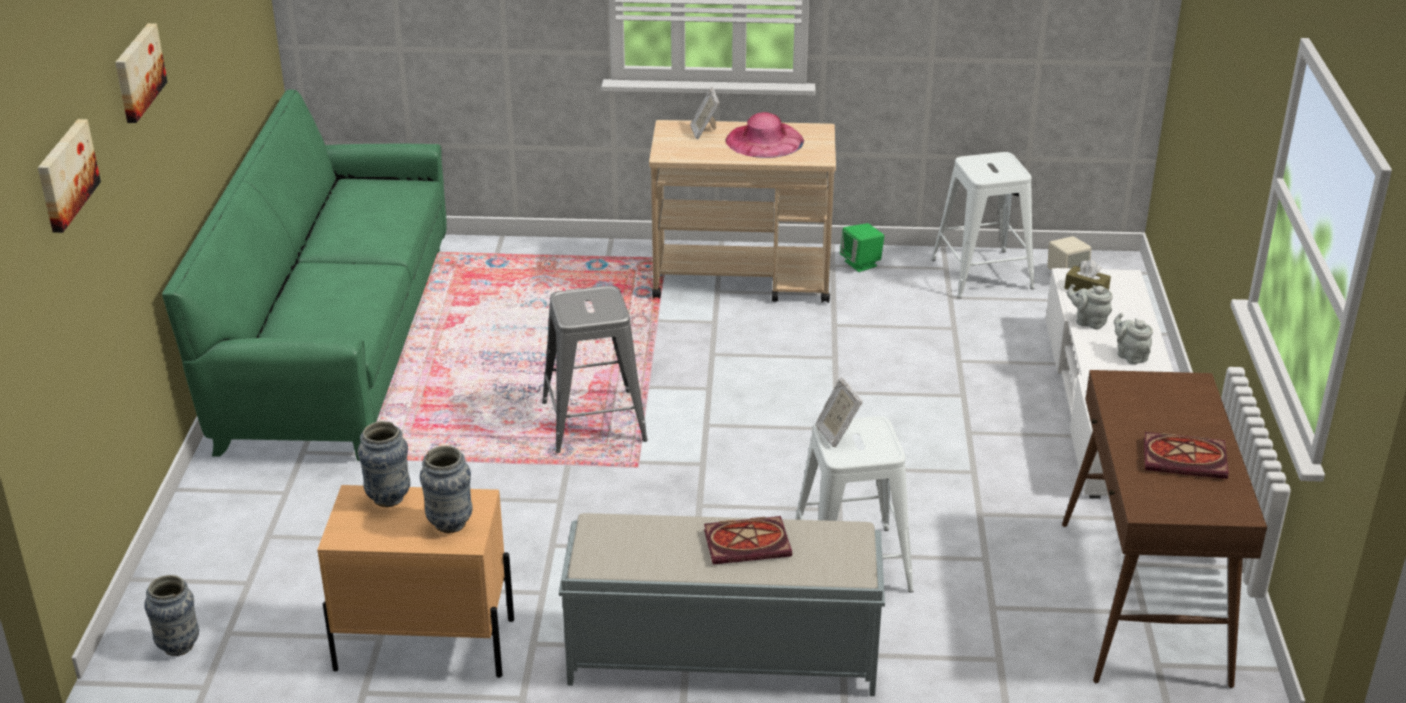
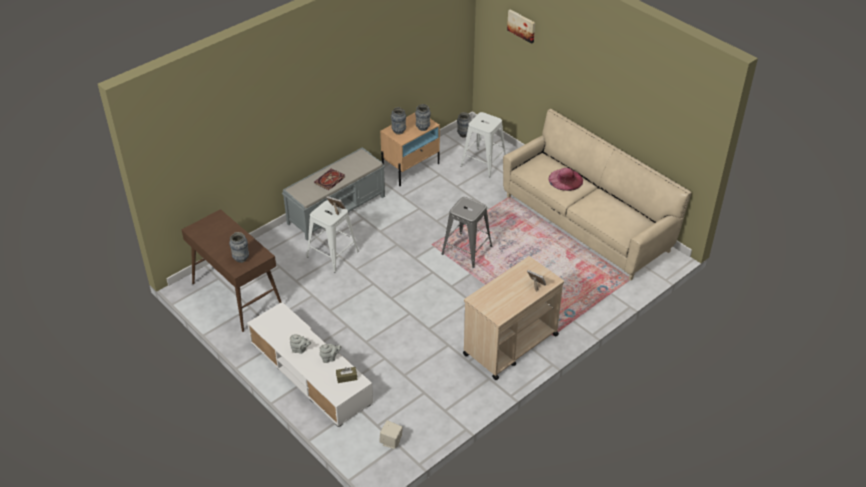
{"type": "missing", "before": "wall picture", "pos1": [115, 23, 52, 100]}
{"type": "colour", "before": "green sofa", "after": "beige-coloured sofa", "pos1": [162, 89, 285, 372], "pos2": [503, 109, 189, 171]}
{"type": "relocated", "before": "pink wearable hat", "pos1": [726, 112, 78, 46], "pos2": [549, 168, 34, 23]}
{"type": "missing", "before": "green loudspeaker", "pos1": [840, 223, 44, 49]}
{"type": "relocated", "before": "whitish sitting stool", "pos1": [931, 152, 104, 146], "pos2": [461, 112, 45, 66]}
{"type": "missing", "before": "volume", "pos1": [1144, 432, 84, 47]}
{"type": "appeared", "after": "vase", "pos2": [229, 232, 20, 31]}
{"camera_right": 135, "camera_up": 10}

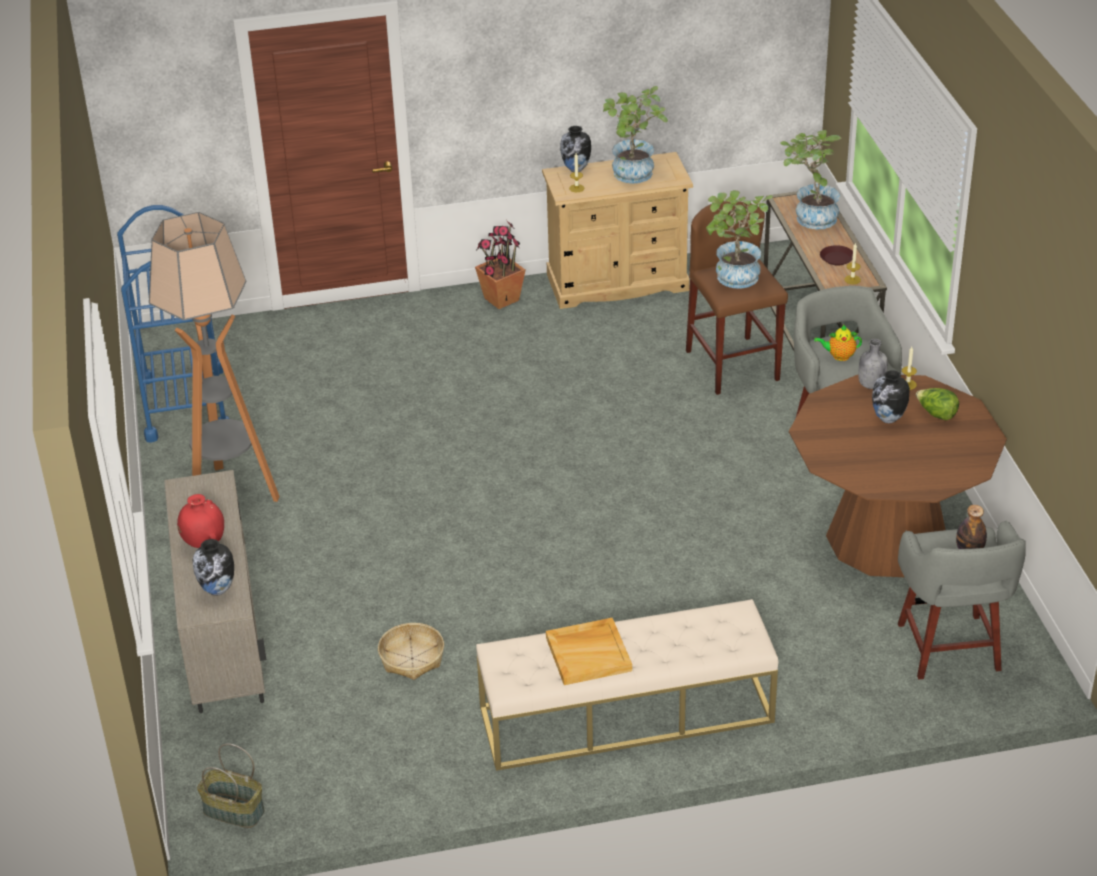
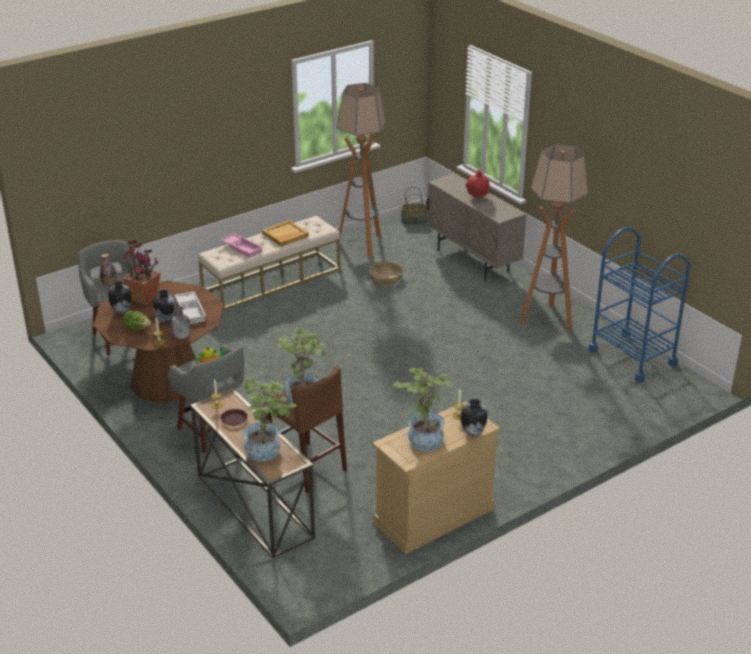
{"type": "relocated", "before": "vase", "pos1": [193, 539, 41, 56], "pos2": [108, 281, 23, 33]}
{"type": "relocated", "before": "plant in a pot", "pos1": [475, 220, 51, 89], "pos2": [123, 240, 38, 65]}
{"type": "appeared", "after": "whitish carrying tray", "pos2": [175, 291, 31, 33]}
{"type": "appeared", "after": "pink carrying tray", "pos2": [220, 233, 42, 25]}
{"type": "appeared", "after": "floor lamp", "pos2": [336, 83, 50, 175]}
{"camera_right": 155, "camera_up": -5}

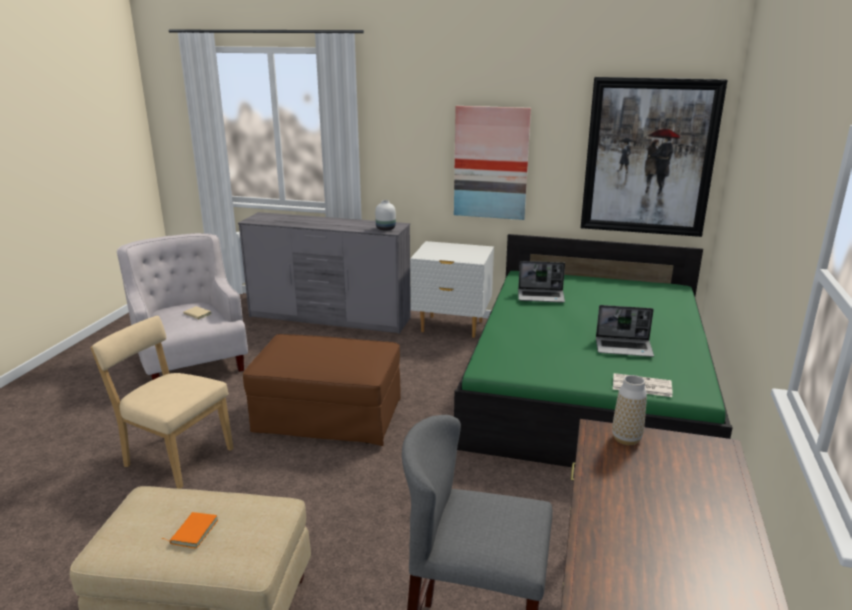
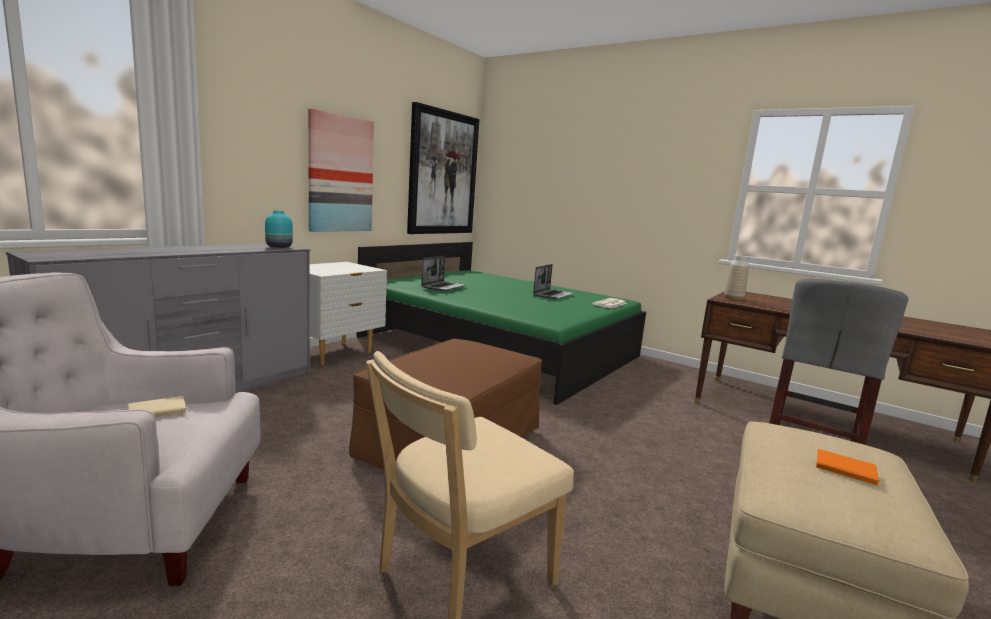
{"type": "colour", "before": "whitish vase", "after": "turquoise-coloured vase", "pos1": [375, 200, 21, 31], "pos2": [265, 210, 28, 38]}
{"camera_right": -70, "camera_up": -10}

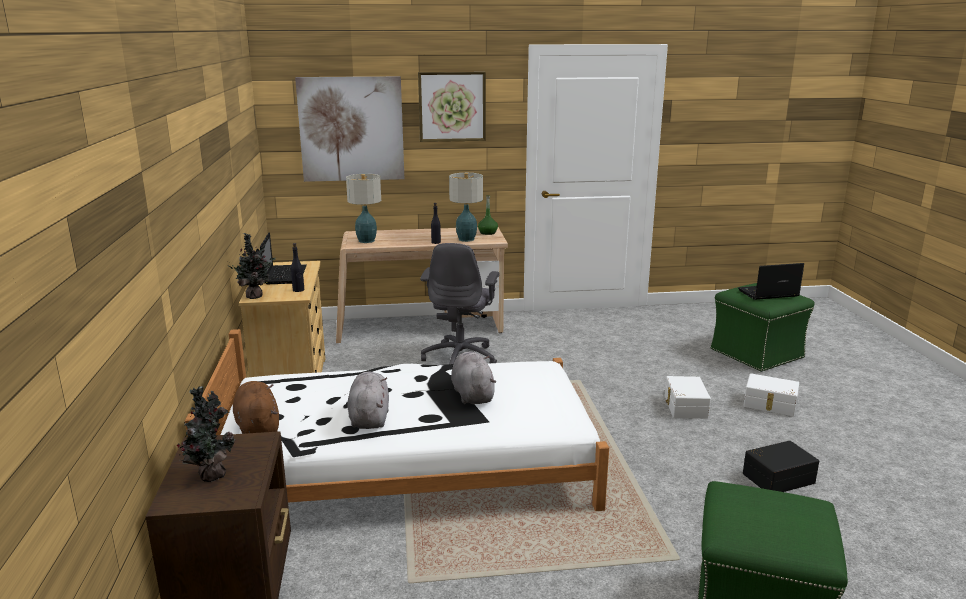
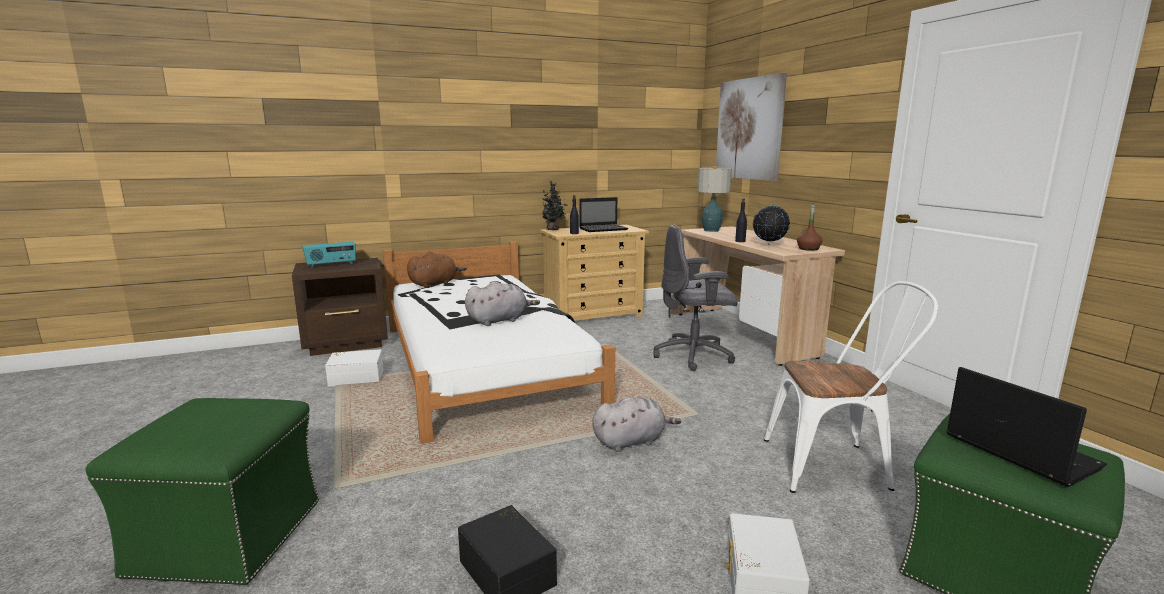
{"type": "exchanged", "before": "plant in a pot", "after": "radio set", "pos1": [177, 386, 58, 96], "pos2": [302, 242, 54, 26]}
{"type": "relocated", "before": "grey soft toy", "pos1": [348, 372, 41, 57], "pos2": [592, 397, 89, 55]}
{"type": "missing", "before": "wall picture", "pos1": [418, 72, 68, 70]}
{"type": "exchanged", "before": "table lamp", "after": "desk globe", "pos1": [449, 173, 34, 69], "pos2": [753, 201, 37, 45]}
{"type": "colour", "before": "green bottle", "after": "brownish bottle", "pos1": [478, 195, 20, 40], "pos2": [797, 203, 26, 48]}
{"type": "relocated", "before": "whitish storage container", "pos1": [664, 376, 47, 43], "pos2": [325, 349, 59, 38]}
{"type": "appeared", "after": "whitish plain chair", "pos2": [764, 281, 174, 212]}
{"camera_right": 75, "camera_up": -5}

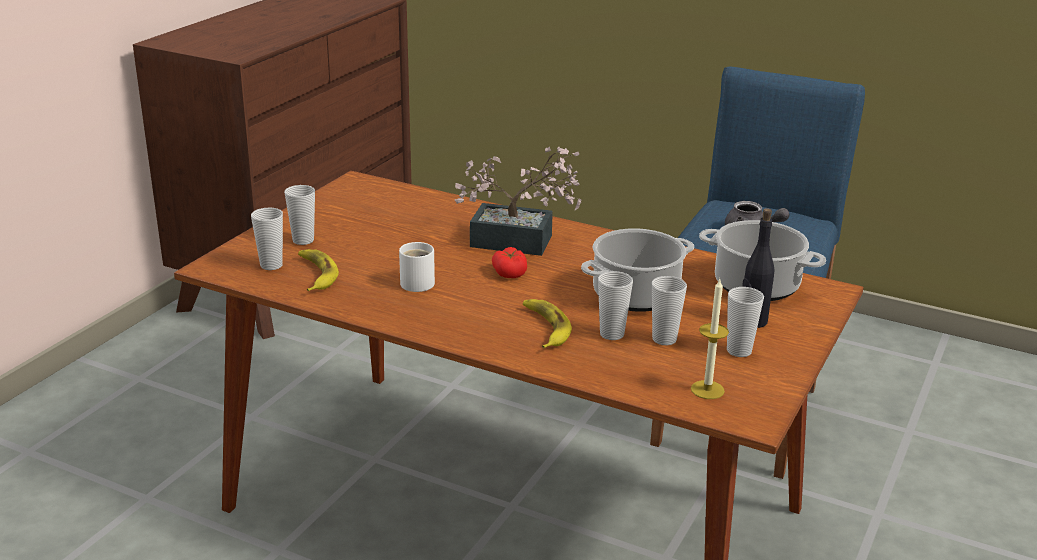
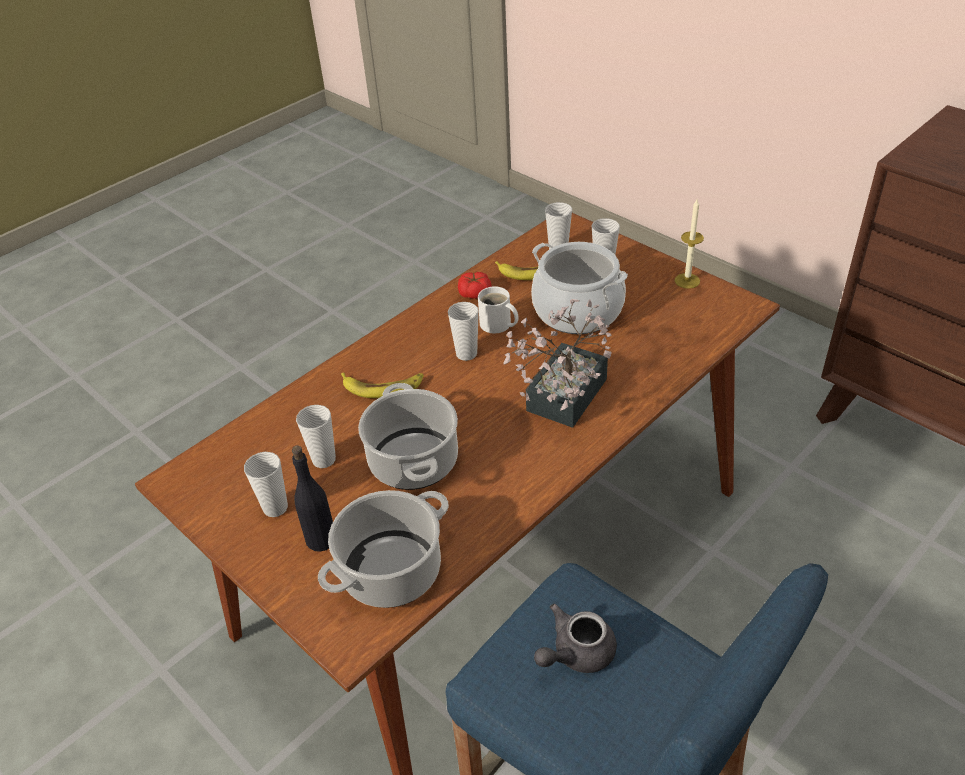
{"type": "relocated", "before": "tomato", "pos1": [492, 247, 35, 31], "pos2": [458, 272, 34, 27]}
{"type": "relocated", "before": "cup", "pos1": [598, 271, 35, 69], "pos2": [448, 302, 31, 59]}
{"type": "relocated", "before": "candle", "pos1": [691, 279, 38, 120], "pos2": [674, 199, 30, 90]}
{"type": "appeared", "after": "stockpot", "pos2": [531, 242, 97, 92]}
{"camera_right": 110, "camera_up": 15}

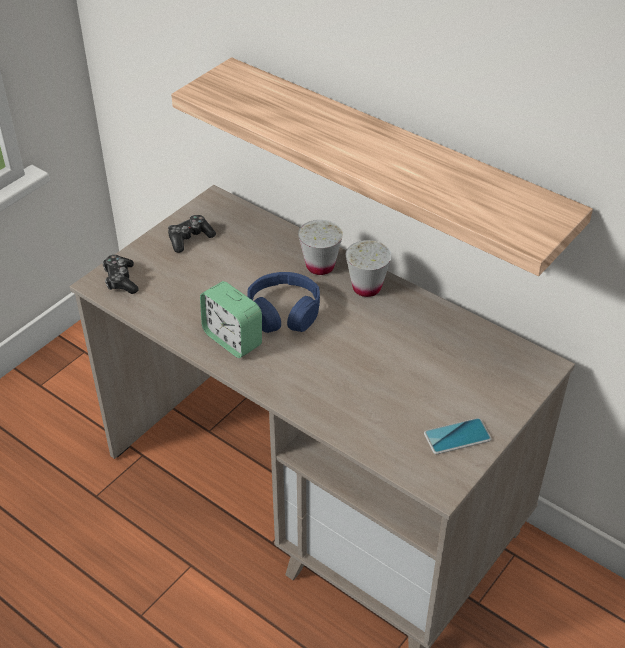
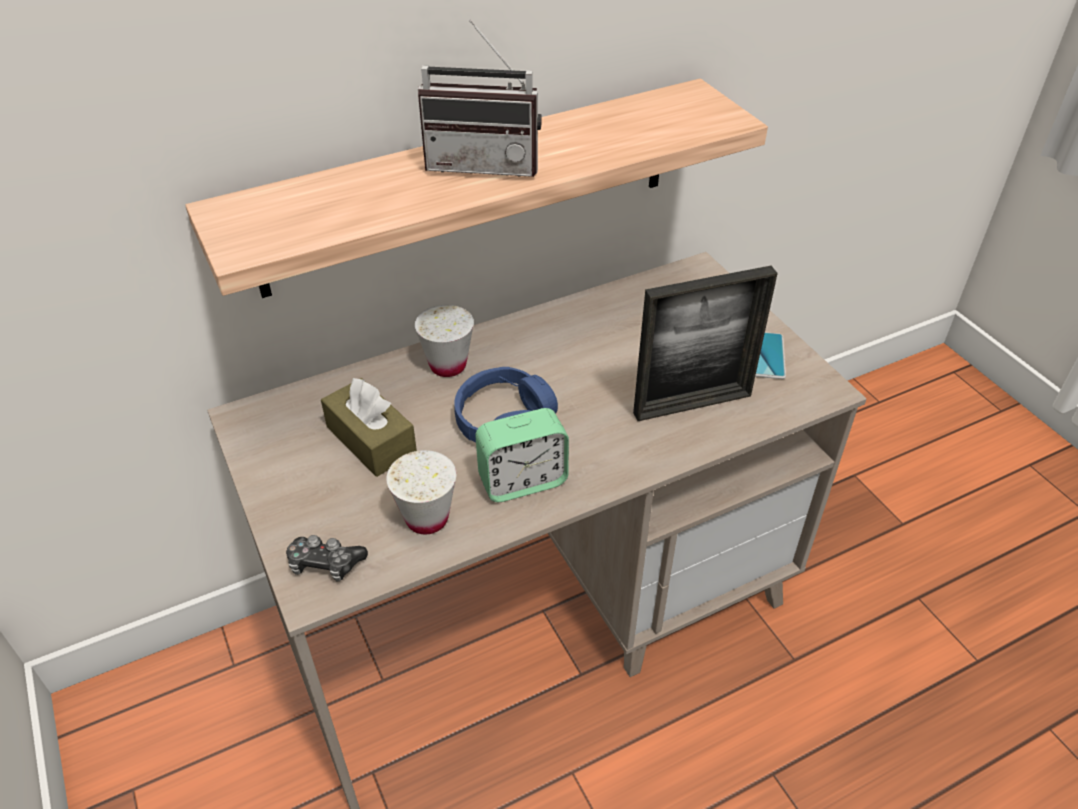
{"type": "missing", "before": "joypad", "pos1": [168, 215, 48, 38]}
{"type": "relocated", "before": "whitish cup", "pos1": [346, 240, 46, 57], "pos2": [386, 450, 71, 84]}
{"type": "appeared", "after": "brownish tissue box", "pos2": [321, 378, 96, 99]}
{"type": "appeared", "after": "radio set", "pos2": [418, 20, 124, 157]}
{"type": "appeared", "after": "picture frame", "pos2": [633, 266, 145, 155]}
{"camera_right": -65, "camera_up": 0}

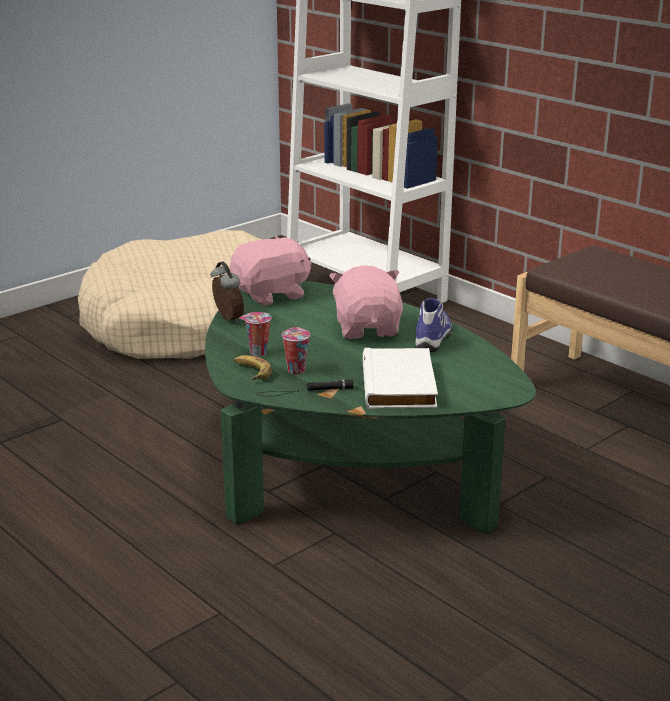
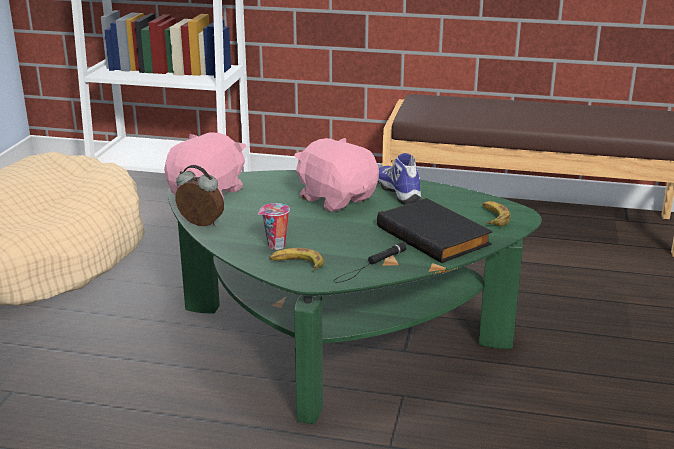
{"type": "missing", "before": "cup", "pos1": [282, 327, 28, 48]}
{"type": "colour", "before": "whitish volume", "after": "black-coloured volume", "pos1": [363, 348, 75, 61], "pos2": [377, 198, 116, 65]}
{"type": "appeared", "after": "banana", "pos2": [482, 201, 28, 25]}
{"camera_right": -35, "camera_up": 0}

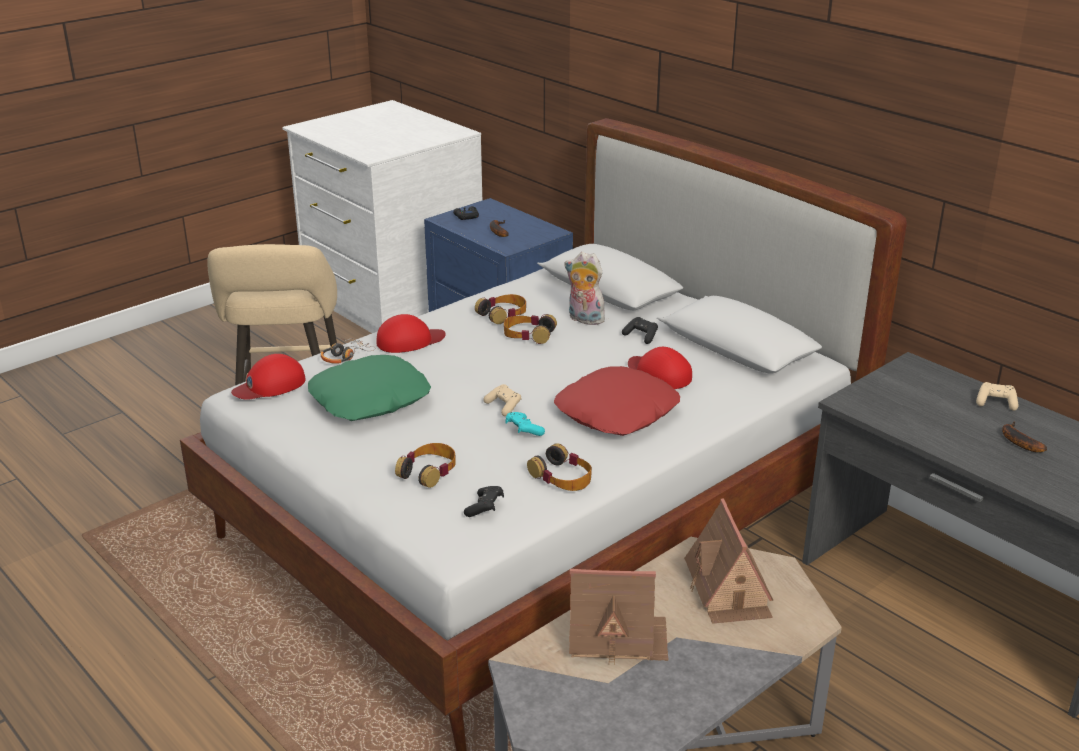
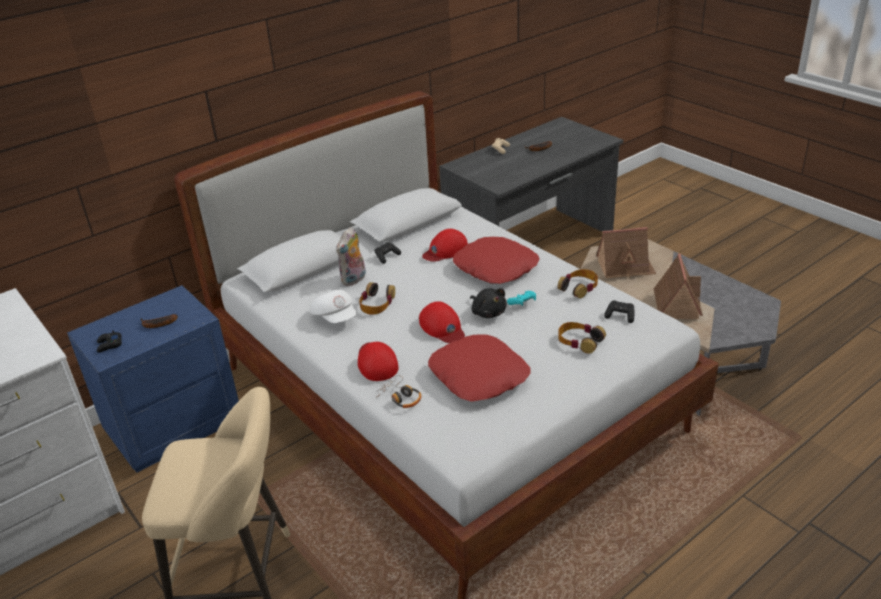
{"type": "relocated", "before": "red cap", "pos1": [231, 354, 75, 46], "pos2": [419, 301, 46, 42]}
{"type": "colour", "before": "green pillow", "after": "red pillow", "pos1": [308, 355, 123, 66], "pos2": [428, 335, 103, 67]}
{"type": "exchanged", "before": "headset", "after": "whitish cap", "pos1": [475, 294, 51, 30], "pos2": [310, 290, 47, 33]}
{"type": "exchanged", "before": "beige-coloured joypad", "after": "black-coloured soft toy", "pos1": [483, 384, 39, 32], "pos2": [470, 288, 37, 30]}
{"camera_right": -85, "camera_up": 5}

